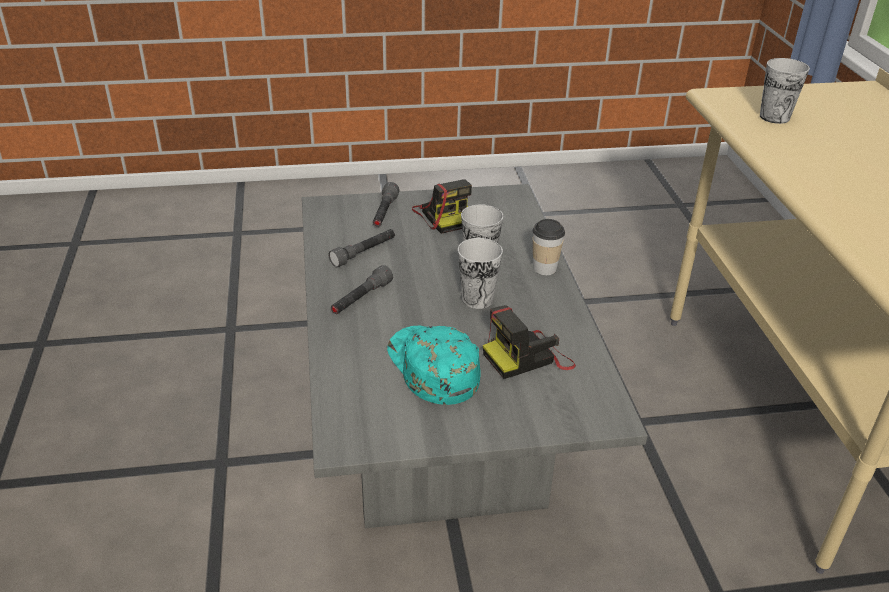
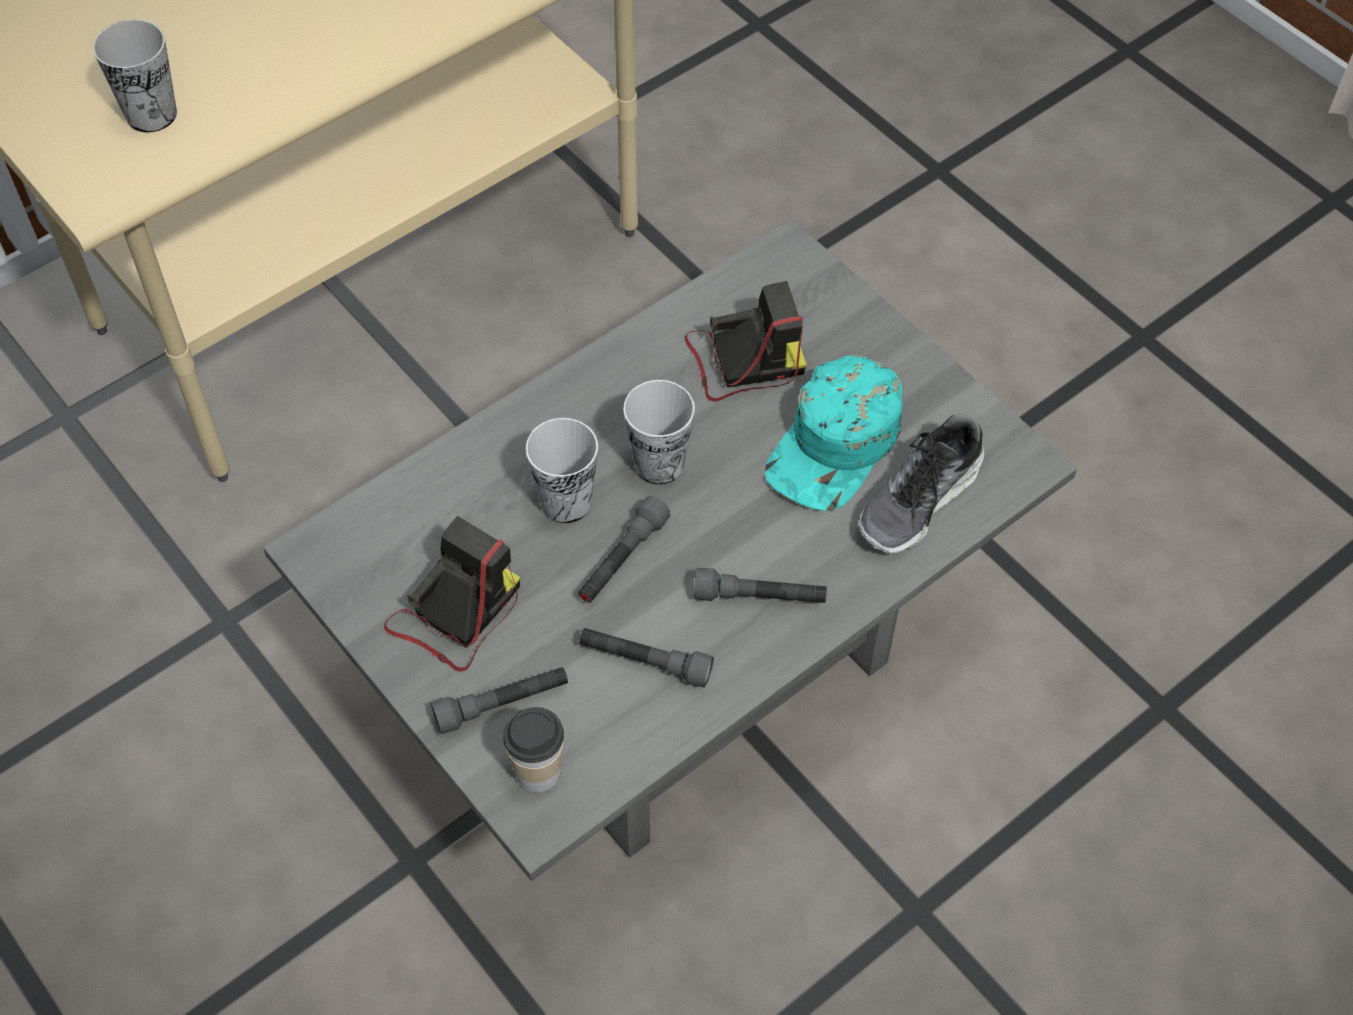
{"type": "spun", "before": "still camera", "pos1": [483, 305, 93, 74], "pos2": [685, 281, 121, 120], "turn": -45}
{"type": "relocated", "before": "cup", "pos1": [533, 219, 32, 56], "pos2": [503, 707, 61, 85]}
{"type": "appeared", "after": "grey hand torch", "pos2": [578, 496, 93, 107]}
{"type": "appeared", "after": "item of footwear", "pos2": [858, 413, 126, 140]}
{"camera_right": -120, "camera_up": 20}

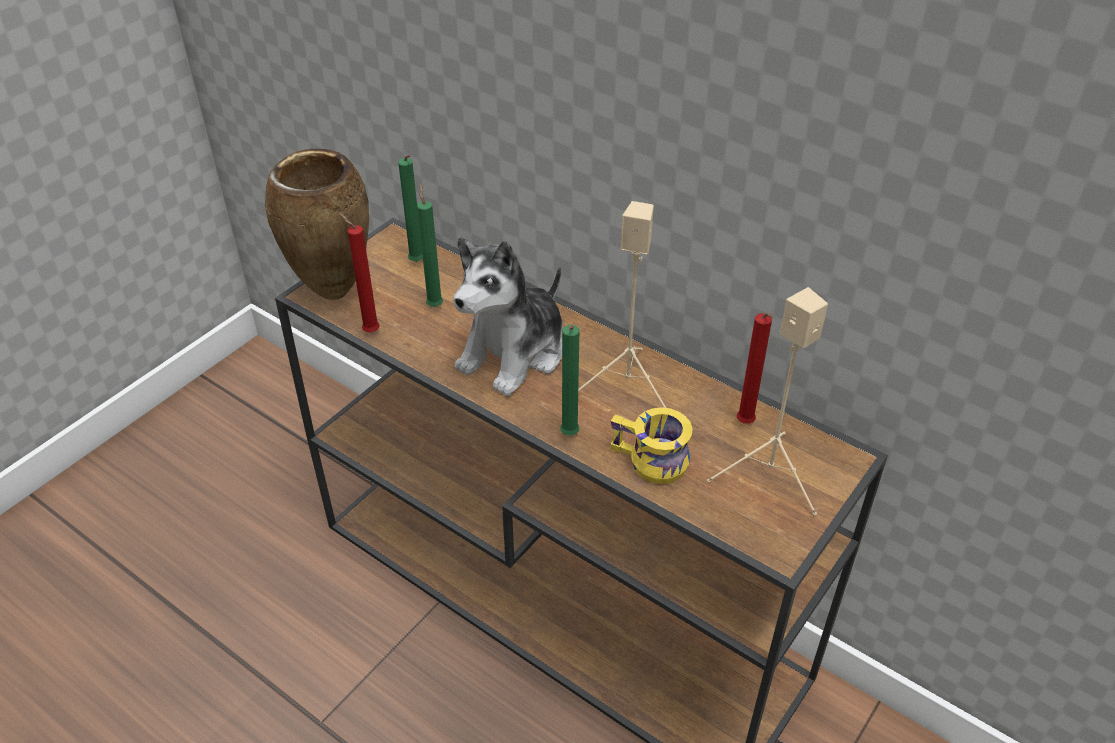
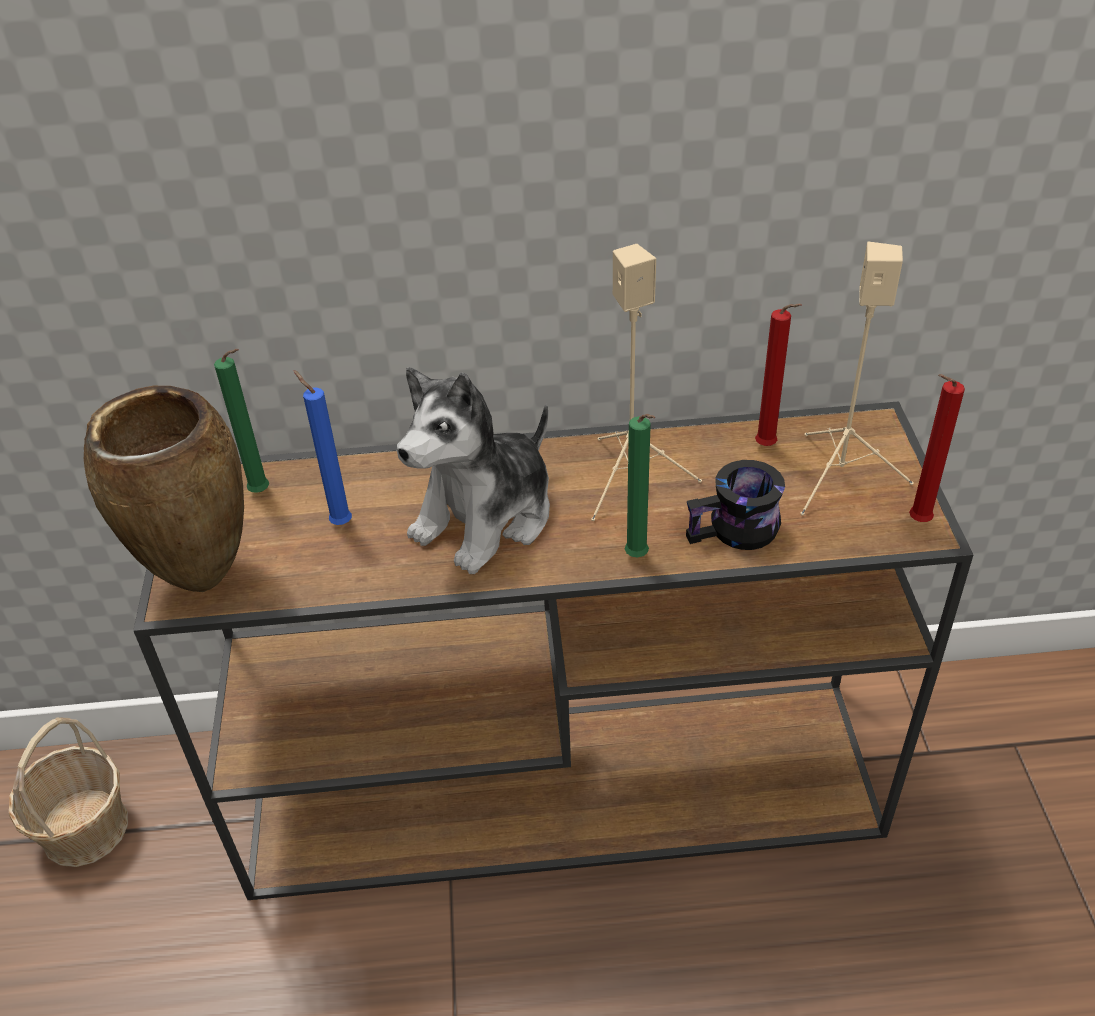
{"type": "relocated", "before": "red candle", "pos1": [339, 213, 41, 119], "pos2": [909, 374, 56, 148]}
{"type": "colour", "before": "green candle", "after": "bluish candle", "pos1": [417, 184, 26, 123], "pos2": [293, 370, 59, 155]}
{"type": "spun", "before": "soft toy", "pos1": [453, 237, 110, 159], "pos2": [397, 367, 153, 207], "turn": 45}
{"type": "colour", "before": "yellow-coloured tea mug", "after": "black-coloured tea mug", "pos1": [610, 407, 83, 77], "pos2": [686, 460, 99, 90]}
{"type": "appeared", "after": "household basket", "pos2": [9, 717, 119, 150]}
{"camera_right": -40, "camera_up": 0}

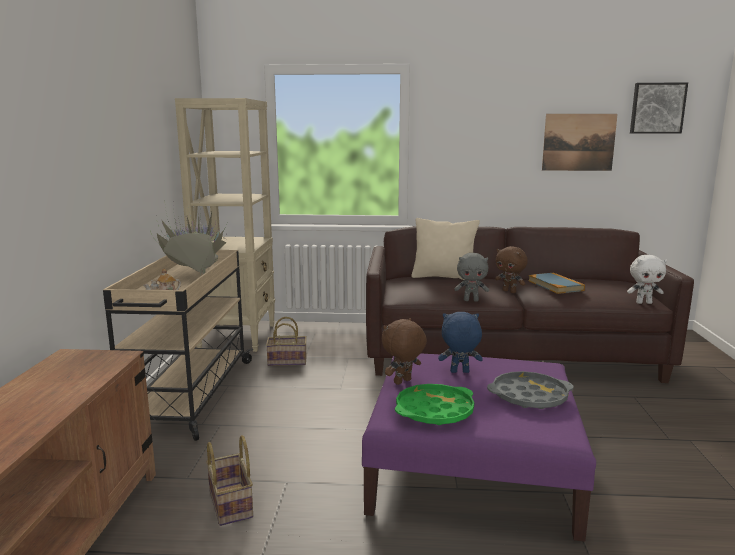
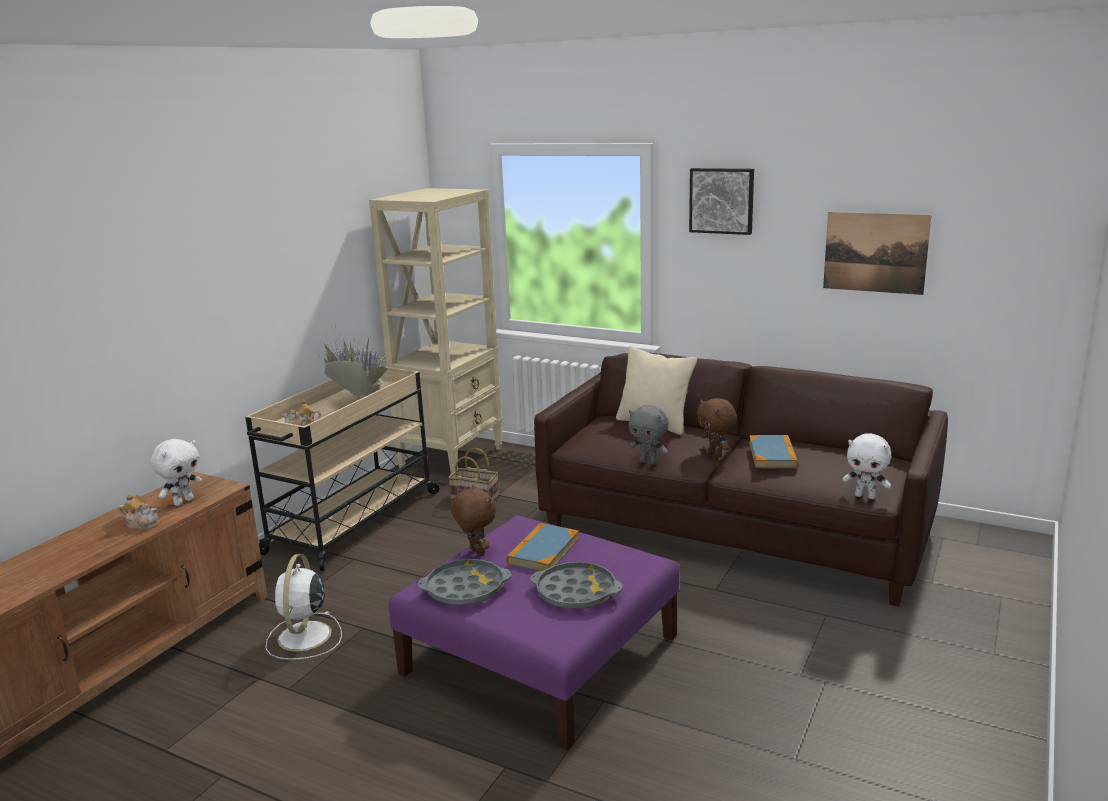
{"type": "exchanged", "before": "household basket", "after": "whitish electric fan", "pos1": [206, 435, 47, 91], "pos2": [266, 554, 76, 106]}
{"type": "spun", "before": "brownish soft toy", "pos1": [382, 318, 45, 67], "pos2": [451, 485, 45, 71], "turn": 75}
{"type": "colour", "before": "green carrying tray", "after": "grey carrying tray", "pos1": [395, 384, 79, 41], "pos2": [418, 559, 93, 46]}
{"type": "exchanged", "before": "bluish soft toy", "after": "volume", "pos1": [438, 312, 45, 61], "pos2": [507, 523, 72, 48]}
{"type": "relocated", "before": "wall picture", "pos1": [630, 83, 58, 51], "pos2": [689, 168, 65, 67]}
{"type": "appeared", "after": "tea pot", "pos2": [119, 494, 40, 36]}
{"type": "appeared", "after": "whitish soft toy", "pos2": [151, 439, 51, 67]}
{"camera_right": 25, "camera_up": 5}

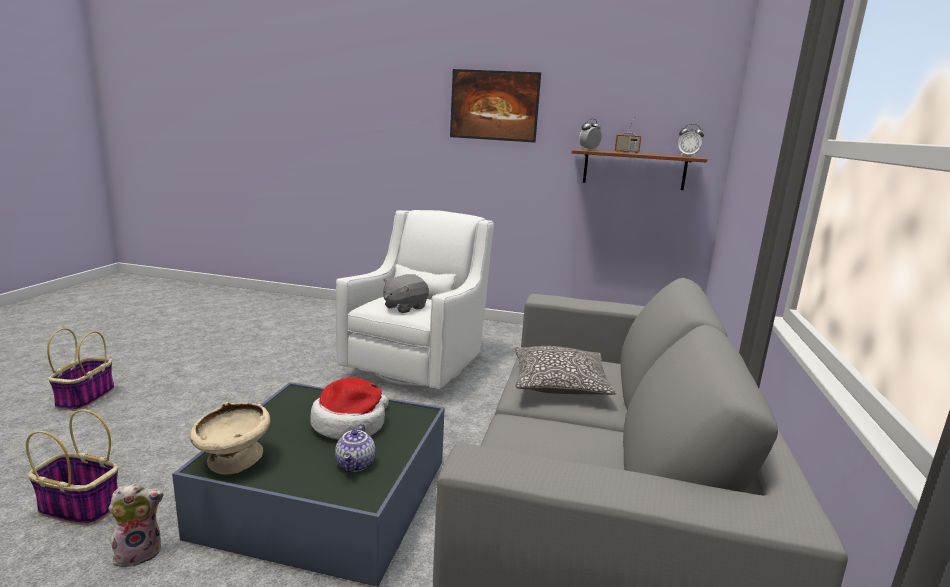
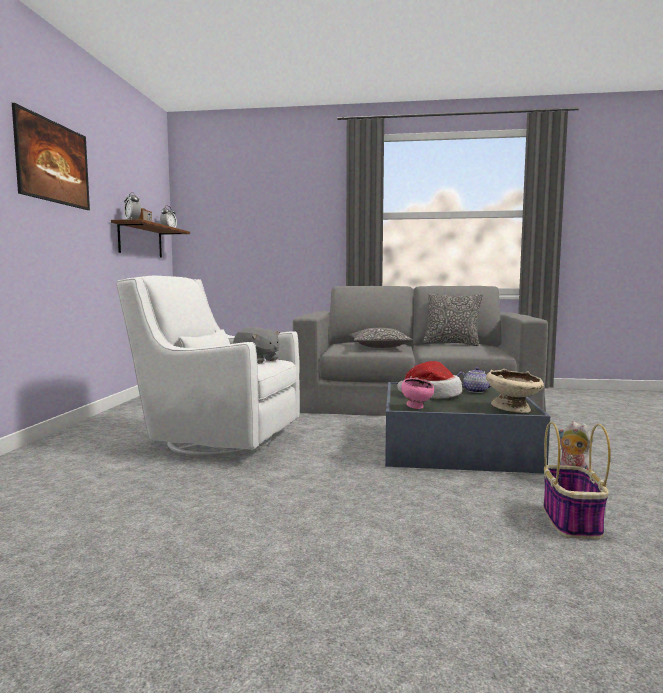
{"type": "missing", "before": "household basket", "pos1": [47, 328, 68, 83]}
{"type": "appeared", "after": "pink serving bowl", "pos2": [401, 378, 33, 31]}
{"type": "appeared", "after": "pillow", "pos2": [423, 294, 60, 52]}
{"camera_right": -95, "camera_up": -10}

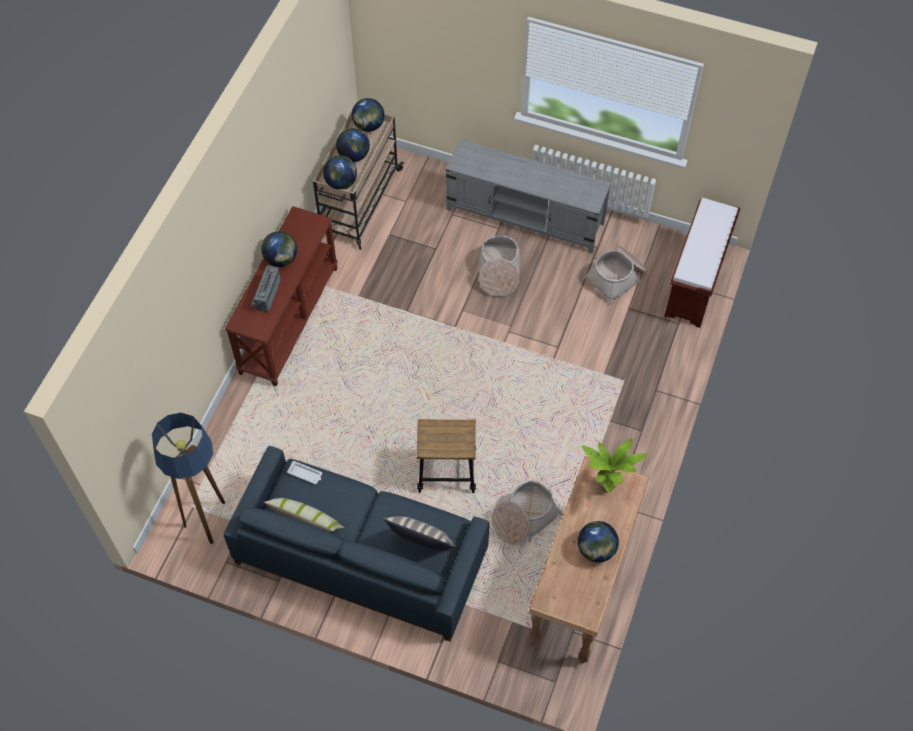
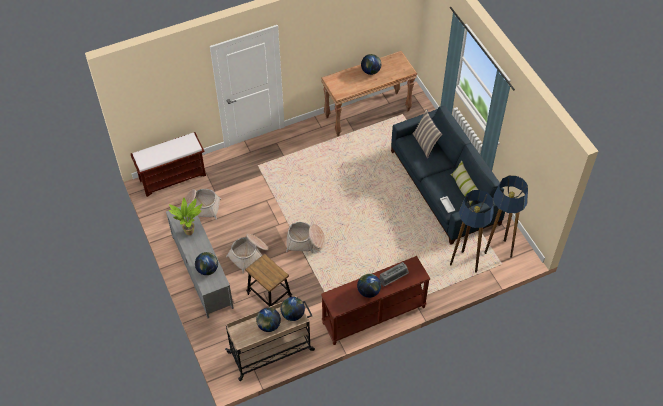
{"type": "relocated", "before": "desk globe", "pos1": [352, 98, 33, 34], "pos2": [195, 252, 23, 23]}
{"type": "relocated", "before": "sitting stool", "pos1": [417, 419, 59, 74], "pos2": [245, 254, 47, 53]}
{"type": "relocated", "before": "household basket", "pos1": [492, 481, 71, 64], "pos2": [286, 222, 39, 31]}
{"type": "relocated", "before": "plant in a pot", "pos1": [582, 438, 66, 55], "pos2": [169, 198, 33, 37]}
{"type": "appeared", "after": "floor lamp", "pos2": [450, 190, 43, 83]}
{"camera_right": -135, "camera_up": -5}

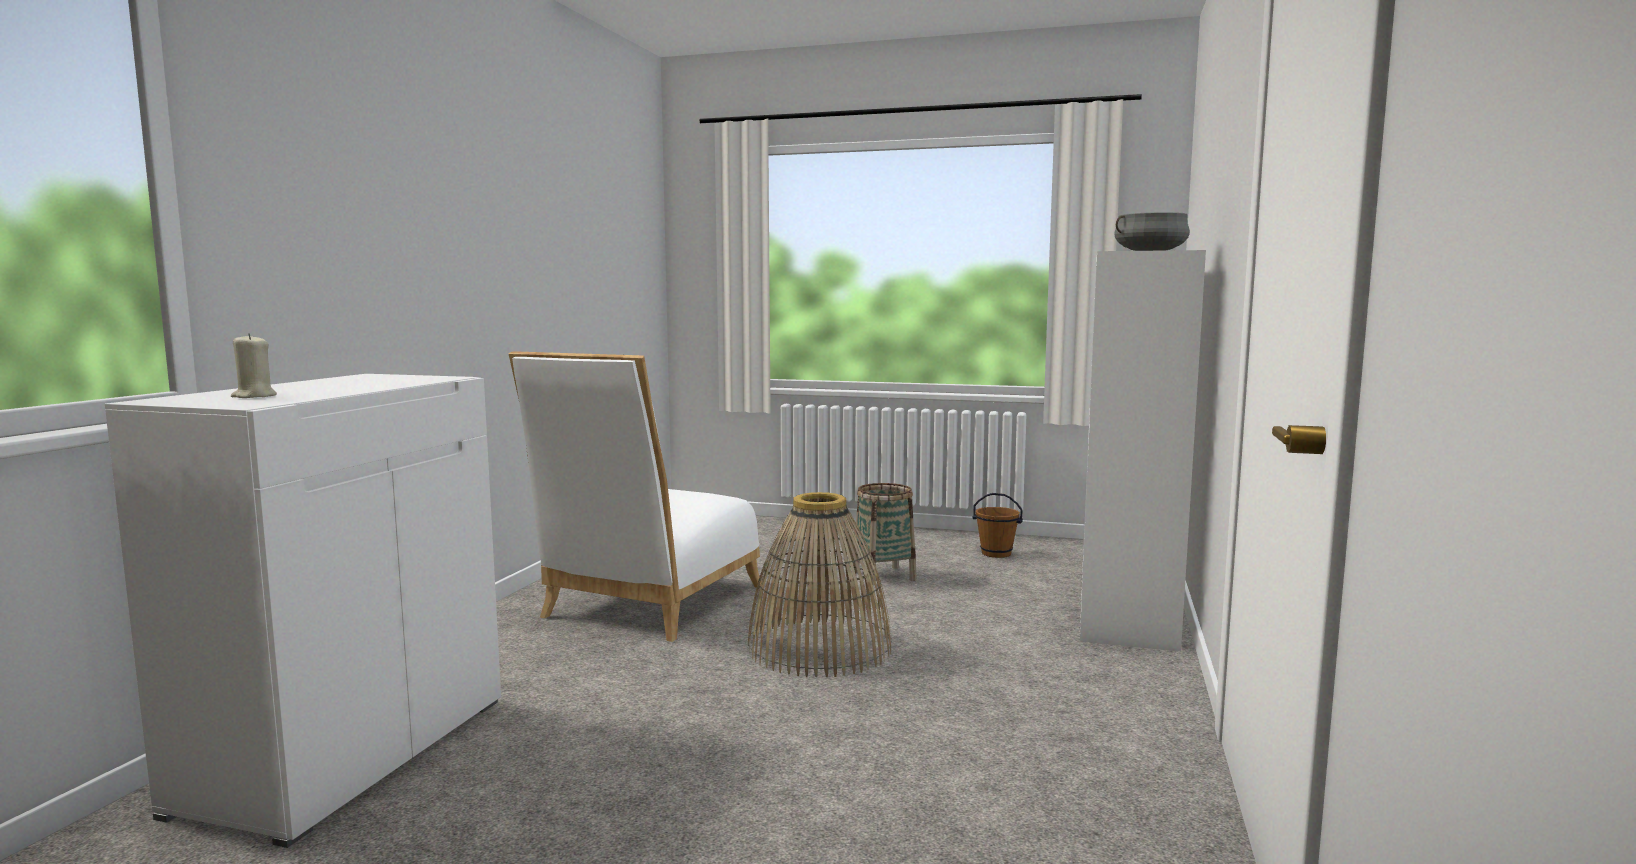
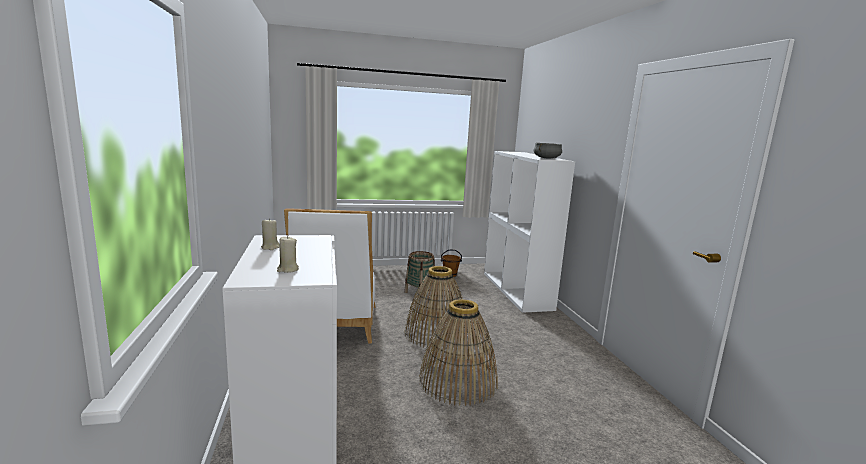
{"type": "appeared", "after": "beige-coloured candle", "pos2": [261, 218, 19, 32]}
{"type": "appeared", "after": "household basket", "pos2": [419, 299, 79, 107]}
{"camera_right": -30, "camera_up": 5}

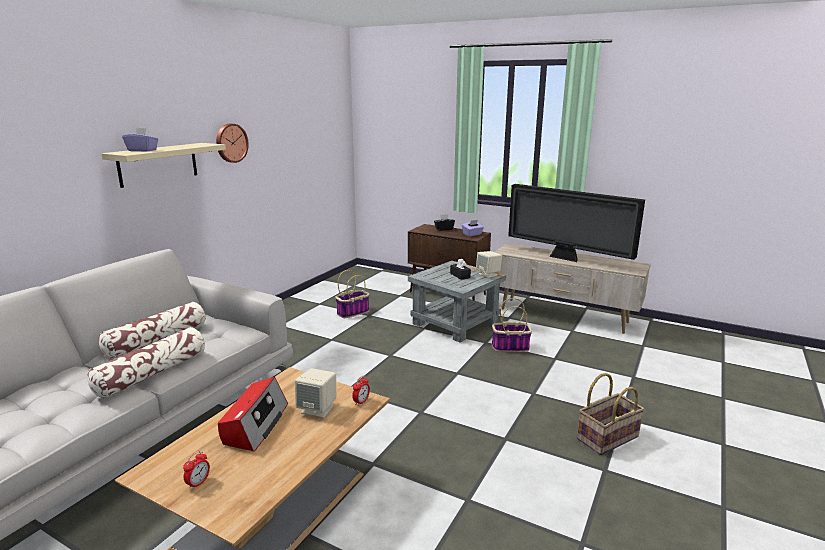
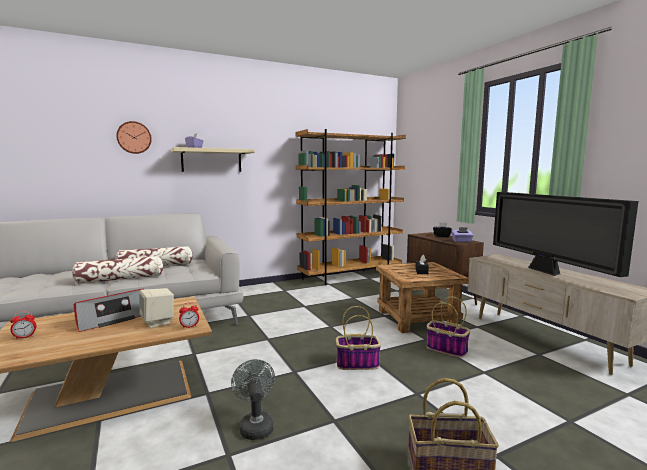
{"type": "relocated", "before": "wall clock", "pos1": [216, 124, 33, 39], "pos2": [116, 121, 36, 33]}
{"type": "relocated", "before": "household basket", "pos1": [335, 270, 35, 48], "pos2": [336, 306, 45, 64]}
{"type": "colour", "before": "grey side table", "after": "brownish side table", "pos1": [408, 261, 98, 82], "pos2": [376, 262, 93, 71]}
{"type": "missing", "before": "beige-coloured loudspeaker", "pos1": [476, 251, 26, 27]}
{"type": "appeared", "after": "grey electric fan", "pos2": [231, 359, 44, 81]}
{"type": "appeared", "after": "brownish bookcase", "pos2": [295, 129, 111, 156]}
{"camera_right": 35, "camera_up": -10}

